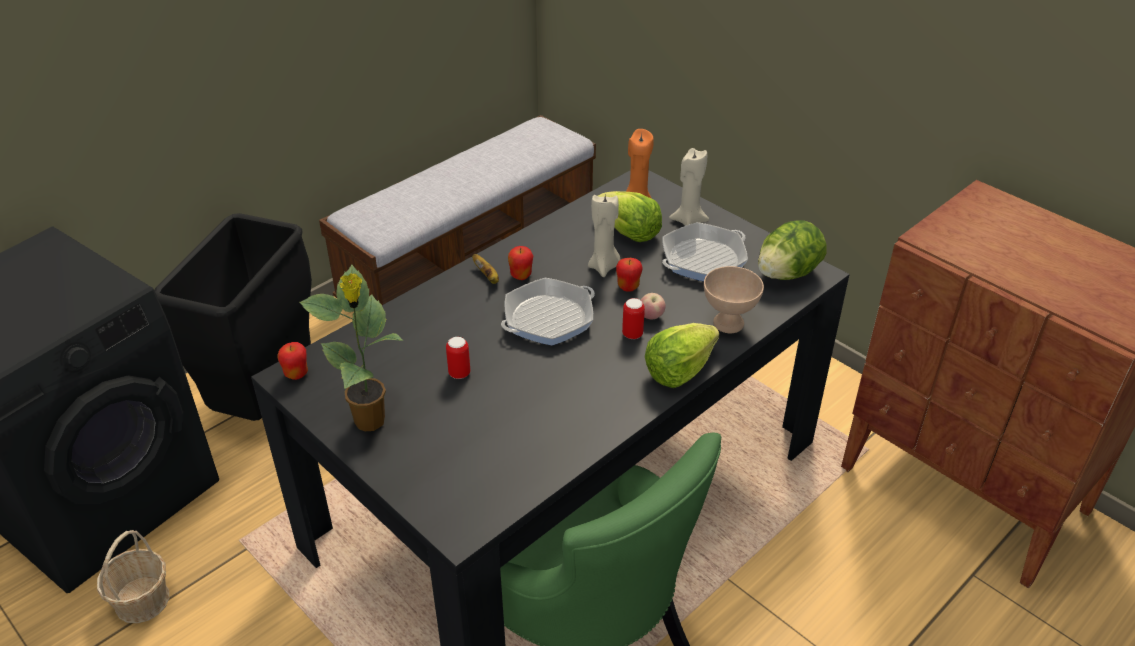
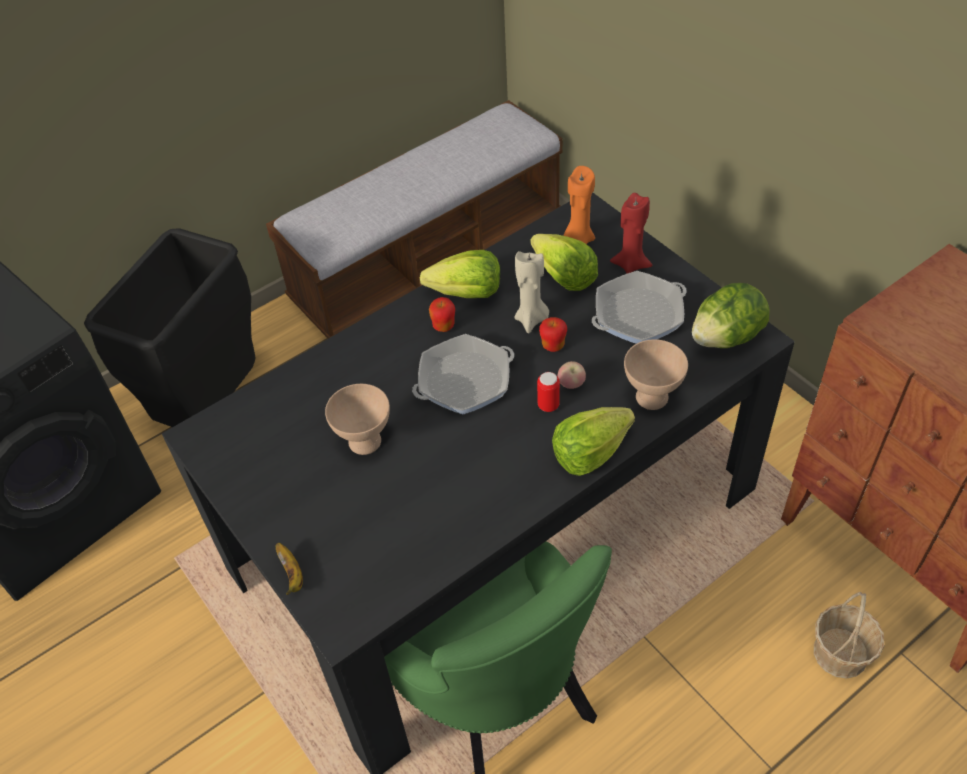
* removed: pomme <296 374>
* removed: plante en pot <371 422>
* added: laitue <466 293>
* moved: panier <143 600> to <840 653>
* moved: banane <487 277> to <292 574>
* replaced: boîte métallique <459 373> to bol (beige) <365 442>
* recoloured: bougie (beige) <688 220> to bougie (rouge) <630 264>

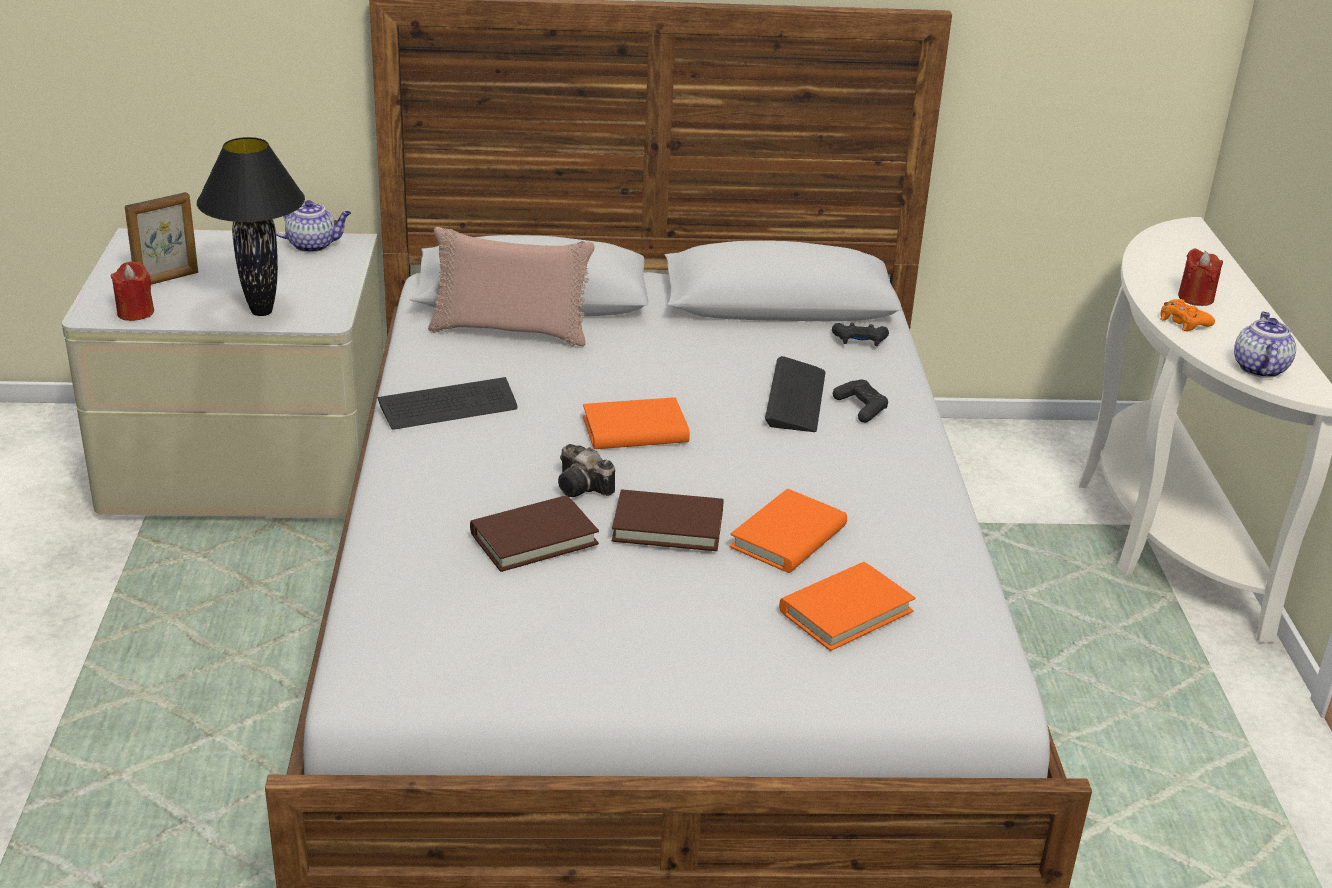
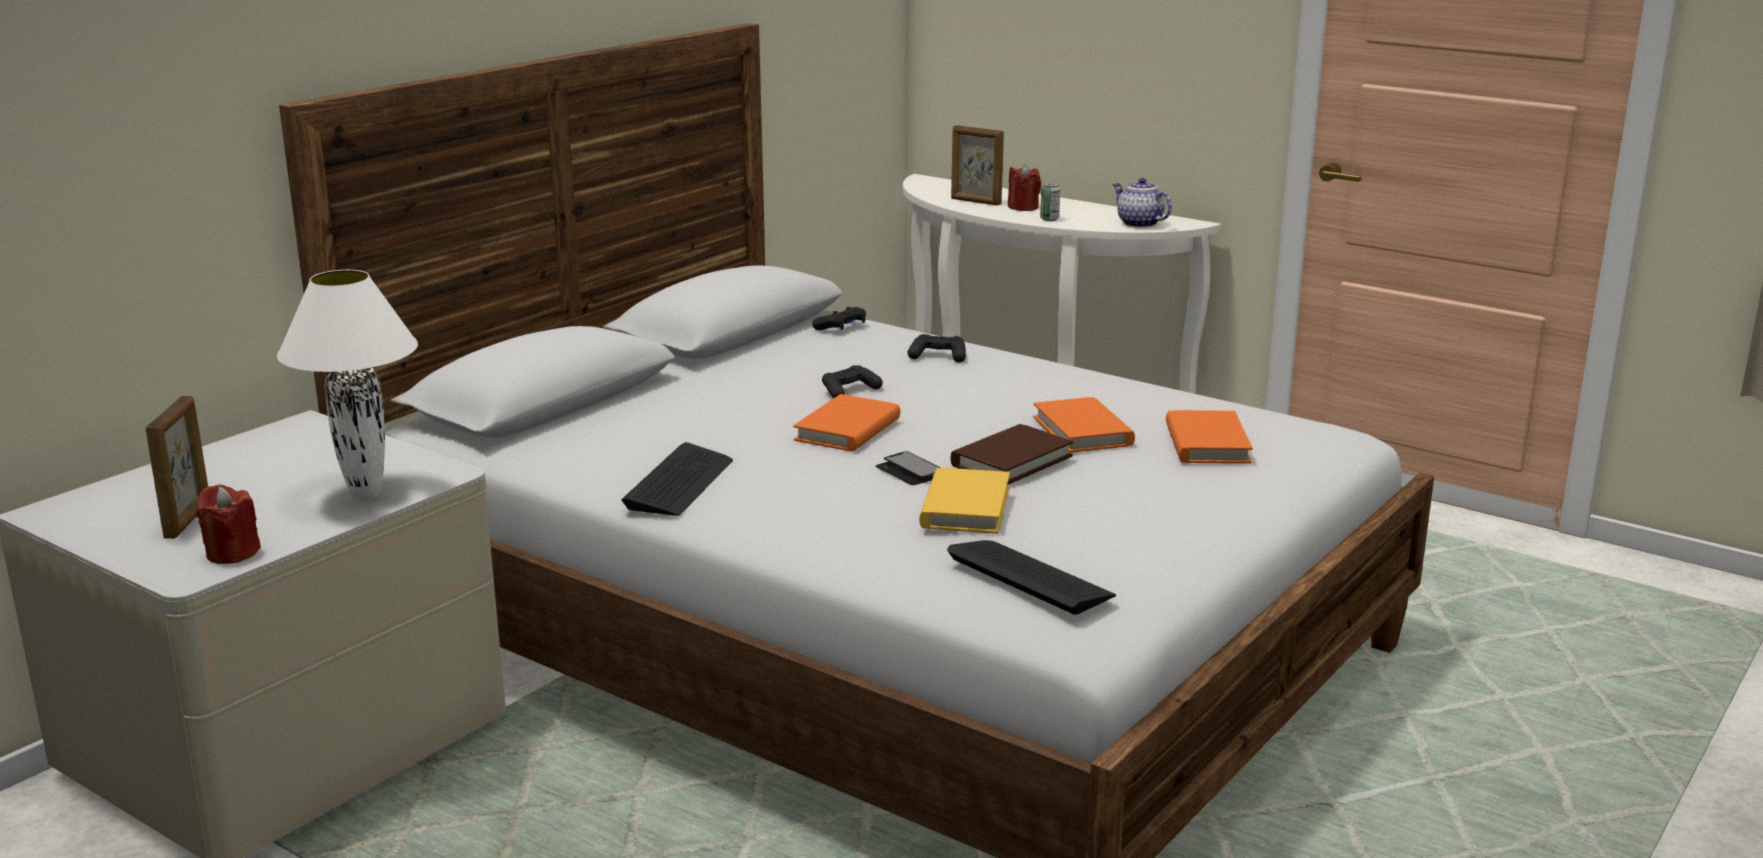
* removed: théière <313 245>
* removed: coussin (beige) <510 332>
* added: manette (noir) <849 391>
* added: cadre photo <975 201>
* moved: clavier <795 398> to <1030 577>
* replaced: appareil photo <584 487> to téléphone <909 471>
* replaced: manette (orange) <1183 322> to boîte métallique <1049 219>
* recoloured: lampe de table (noir) <263 312> to lampe de table (blanc) <366 495>
* recoloured: livre (marron) <534 538> to livre (jaune) <965 507>

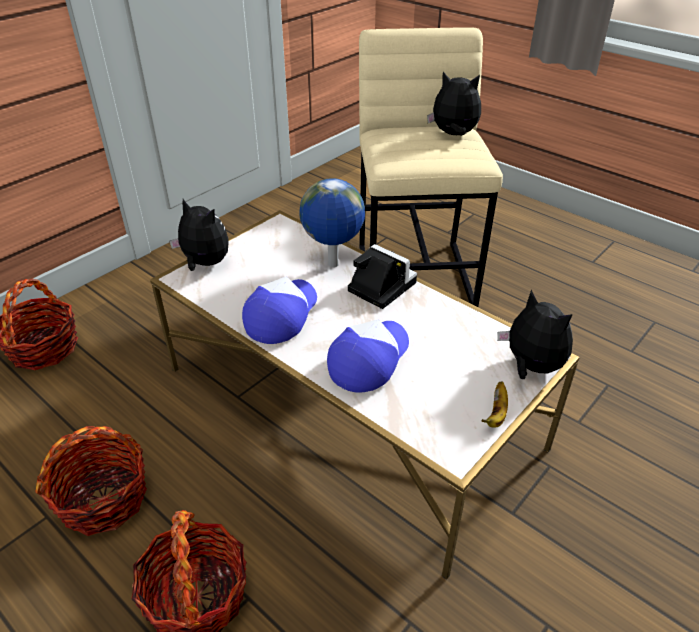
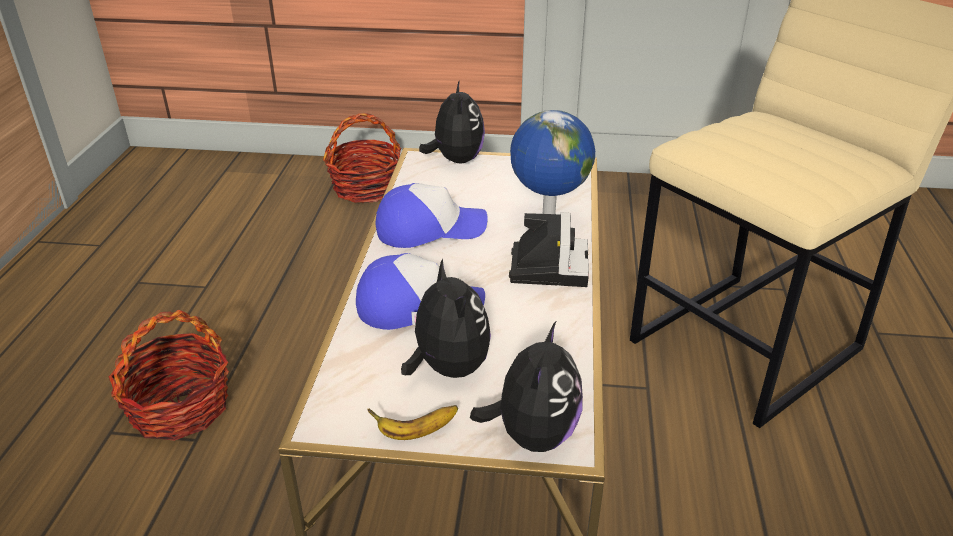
* removed: panier <104 499>
* moved: peluche <454 135> to <447 368>

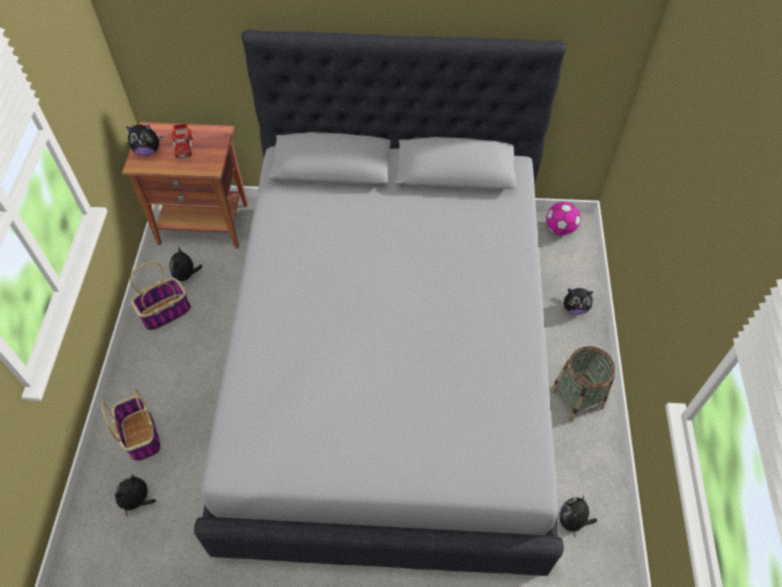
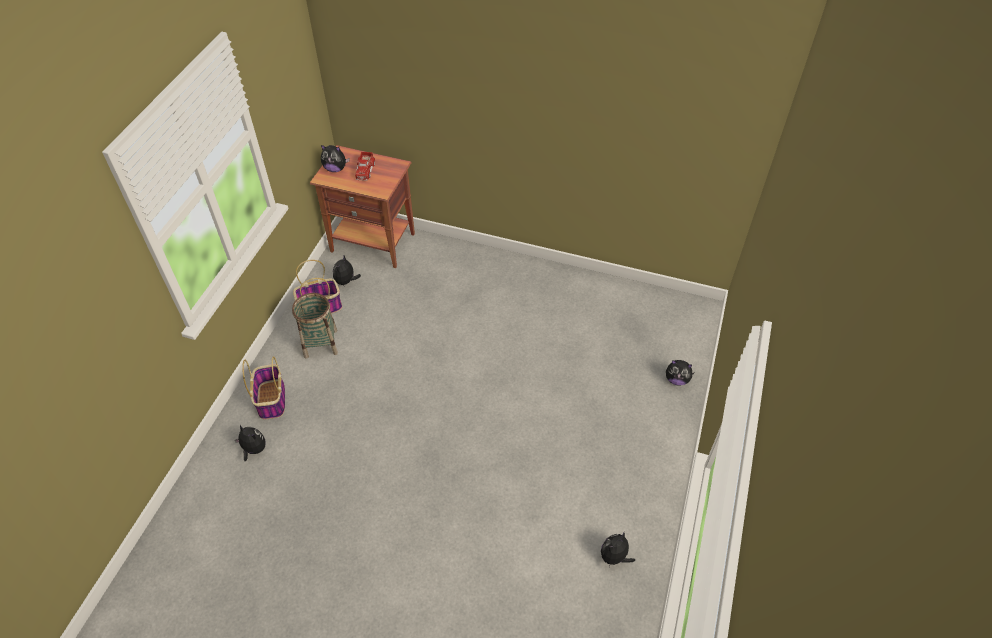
* removed: lit (gris) <391 361>
* removed: ballon de foot <559 229>
* moved: panier <576 399> to <320 343>
* turned: peluche <138 500> = <254 449> 75 degrees clockwise

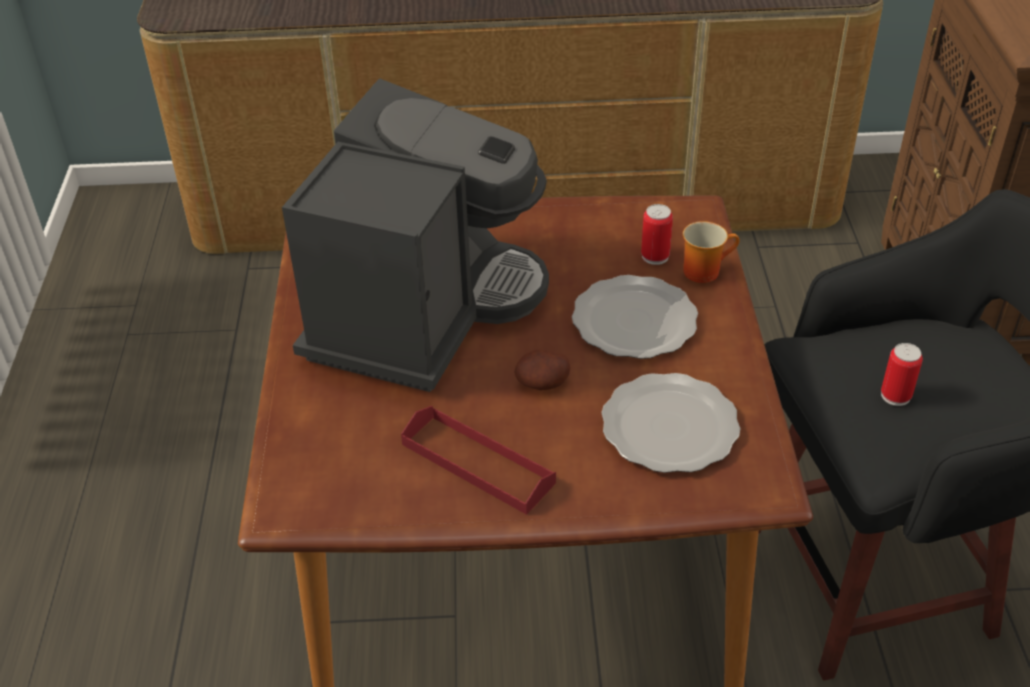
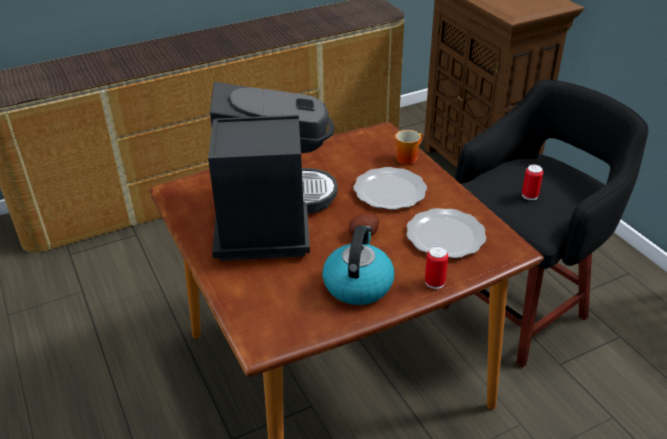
* moved: boîte métallique <655 256> to <434 282>
* replaced: plateau (rouge) <477 463> to bouilloire <358 284>

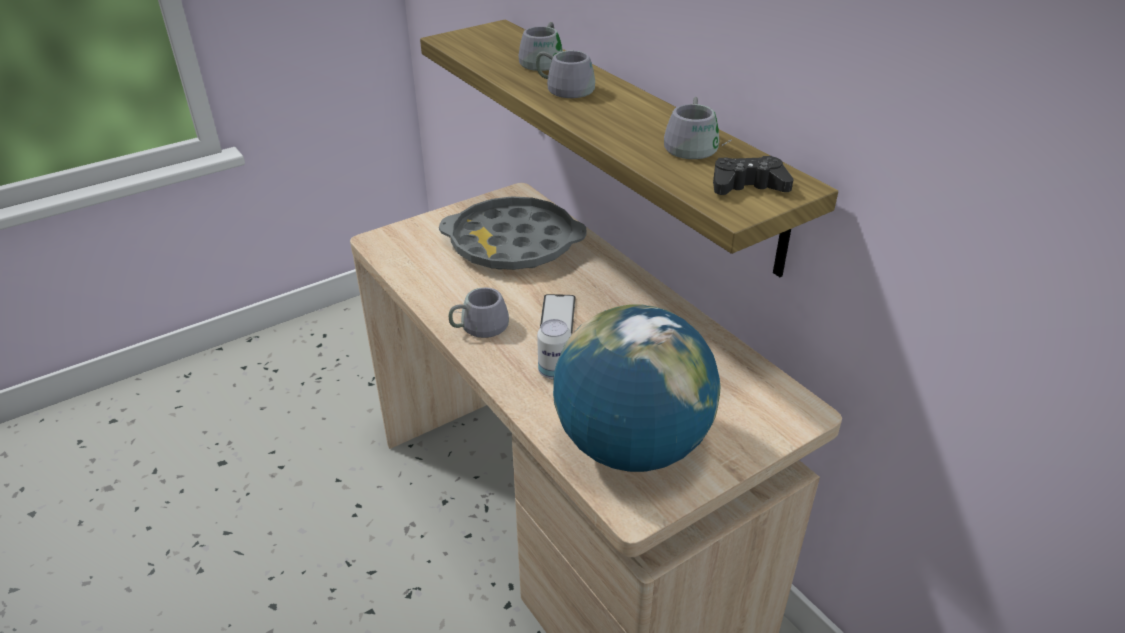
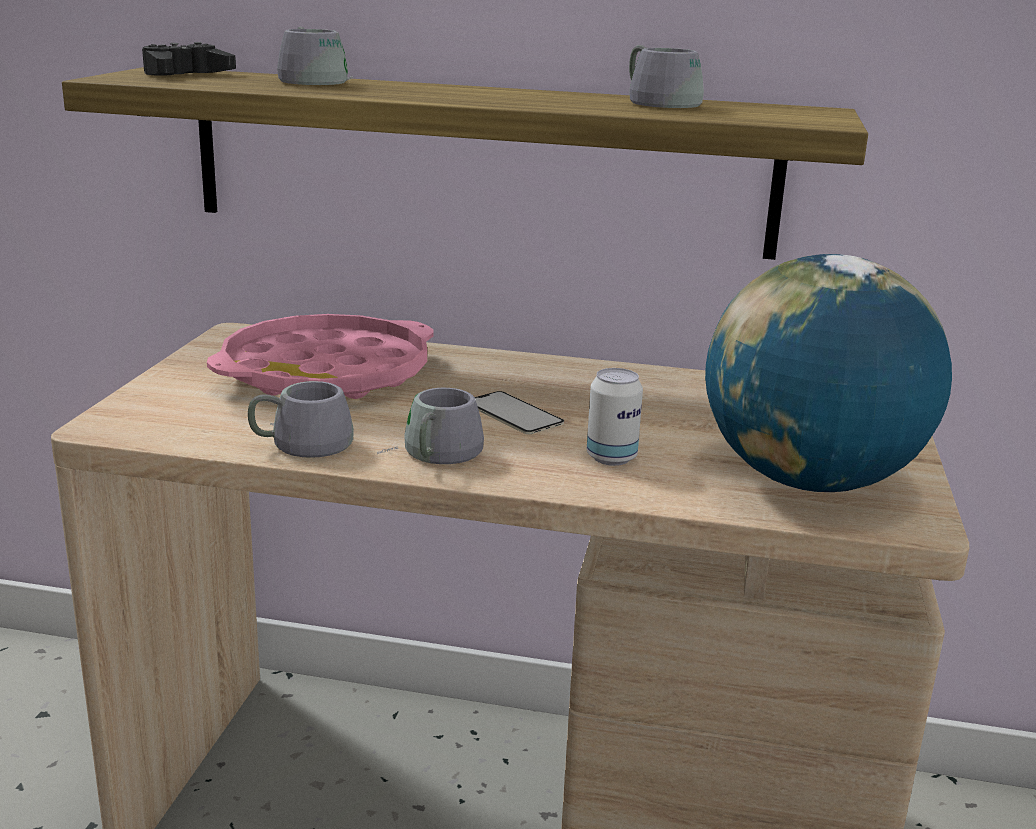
* moved: mug (gris) <566 87> to <300 441>
* moved: manette (noir) <747 186> to <186 74>
* recoloured: plateau (gris) <513 244> to plateau (rose) <326 374>

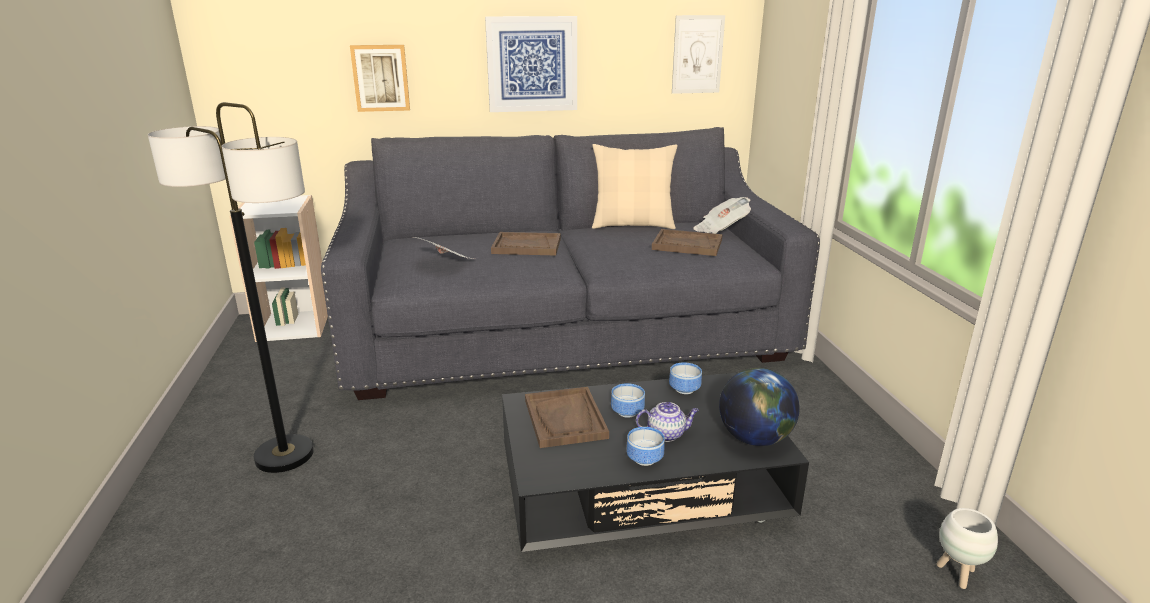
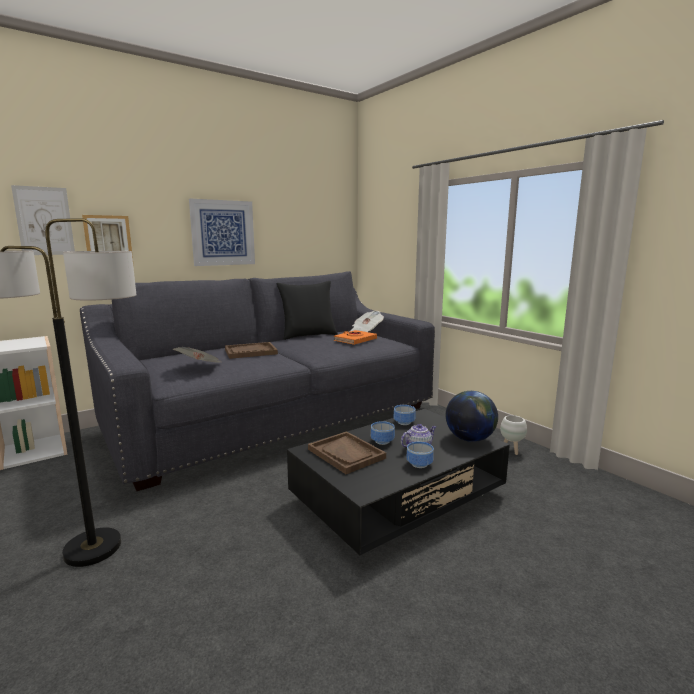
* moved: tableau <697 54> to <44 221>
* moved: cache-pot (blanc) <958 575> to <511 450>
* replaced: plateau (marron) <687 245> to livre (orange) <355 340>
* recoloured: coussin (beige) <633 225> to coussin (noir) <308 335>

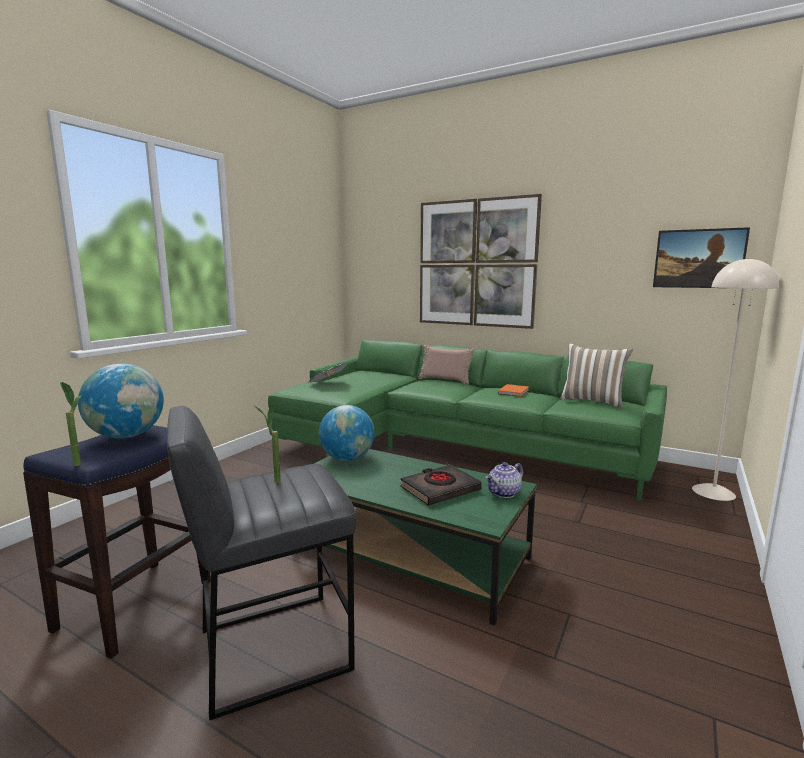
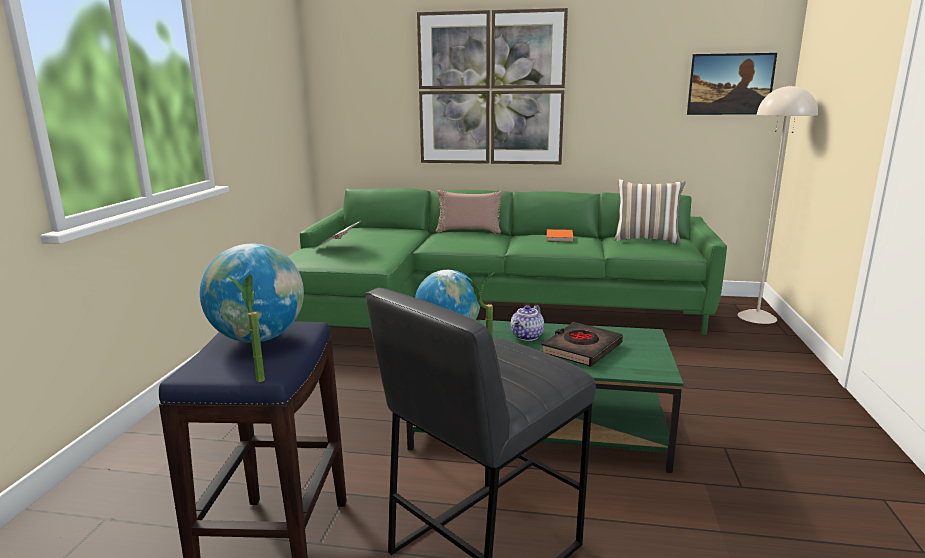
* moved: théière <504 493> to <527 336>

